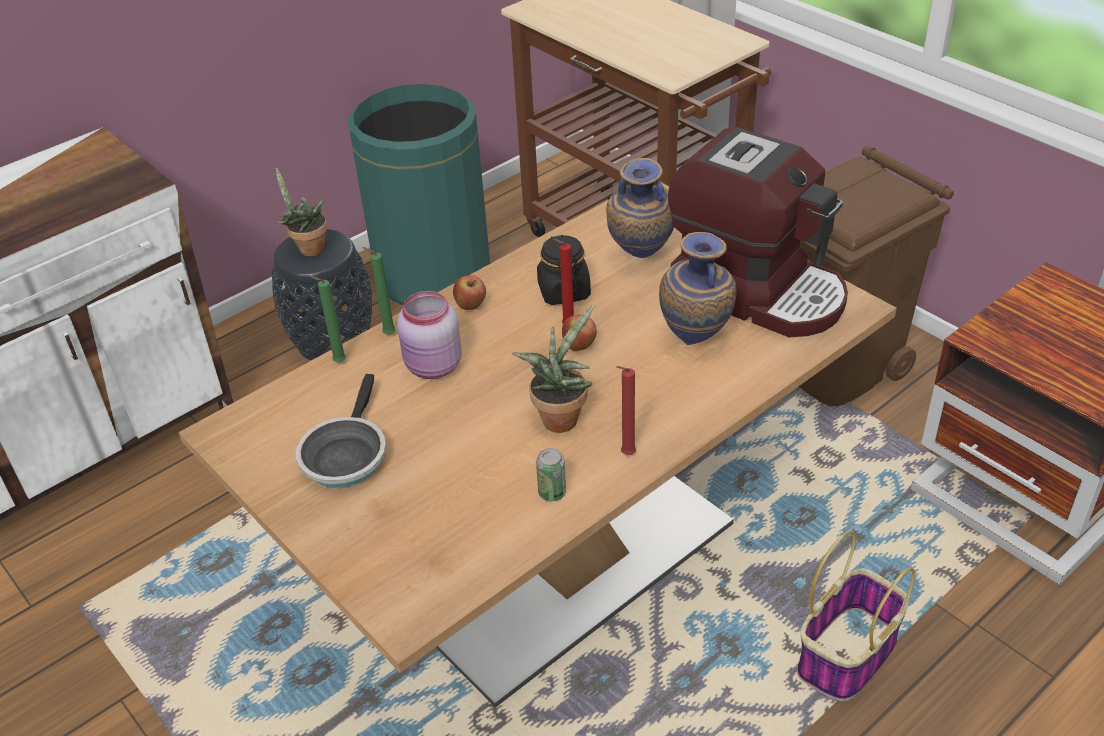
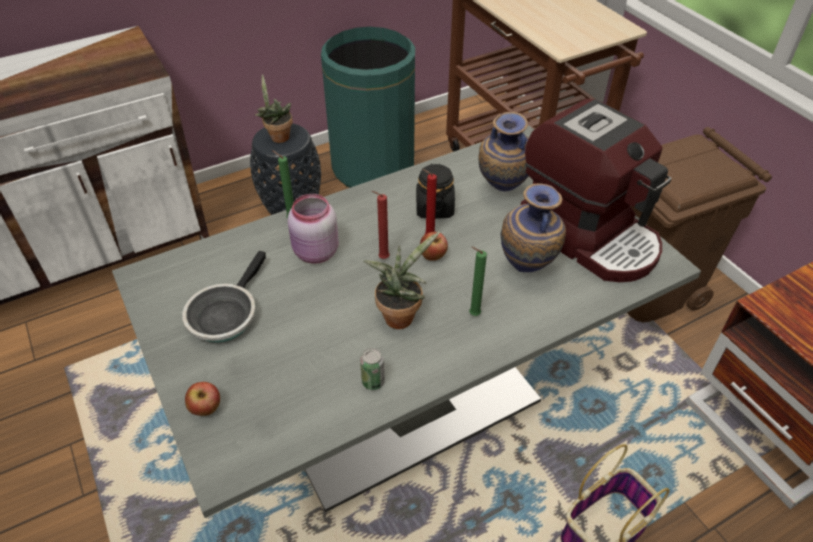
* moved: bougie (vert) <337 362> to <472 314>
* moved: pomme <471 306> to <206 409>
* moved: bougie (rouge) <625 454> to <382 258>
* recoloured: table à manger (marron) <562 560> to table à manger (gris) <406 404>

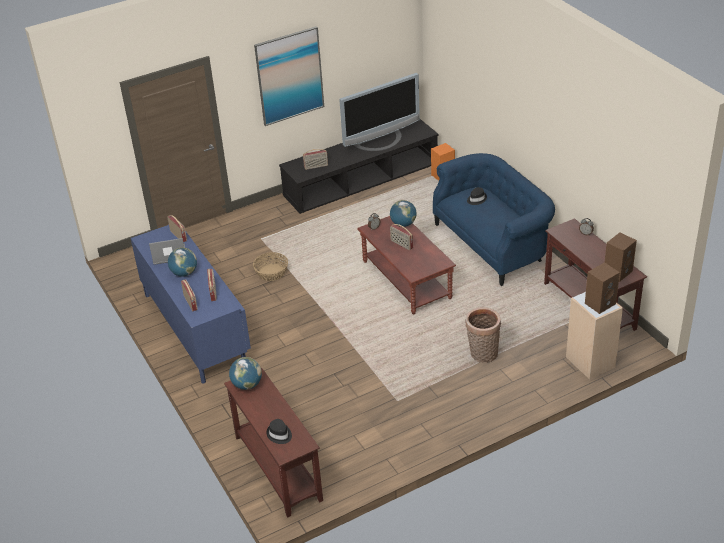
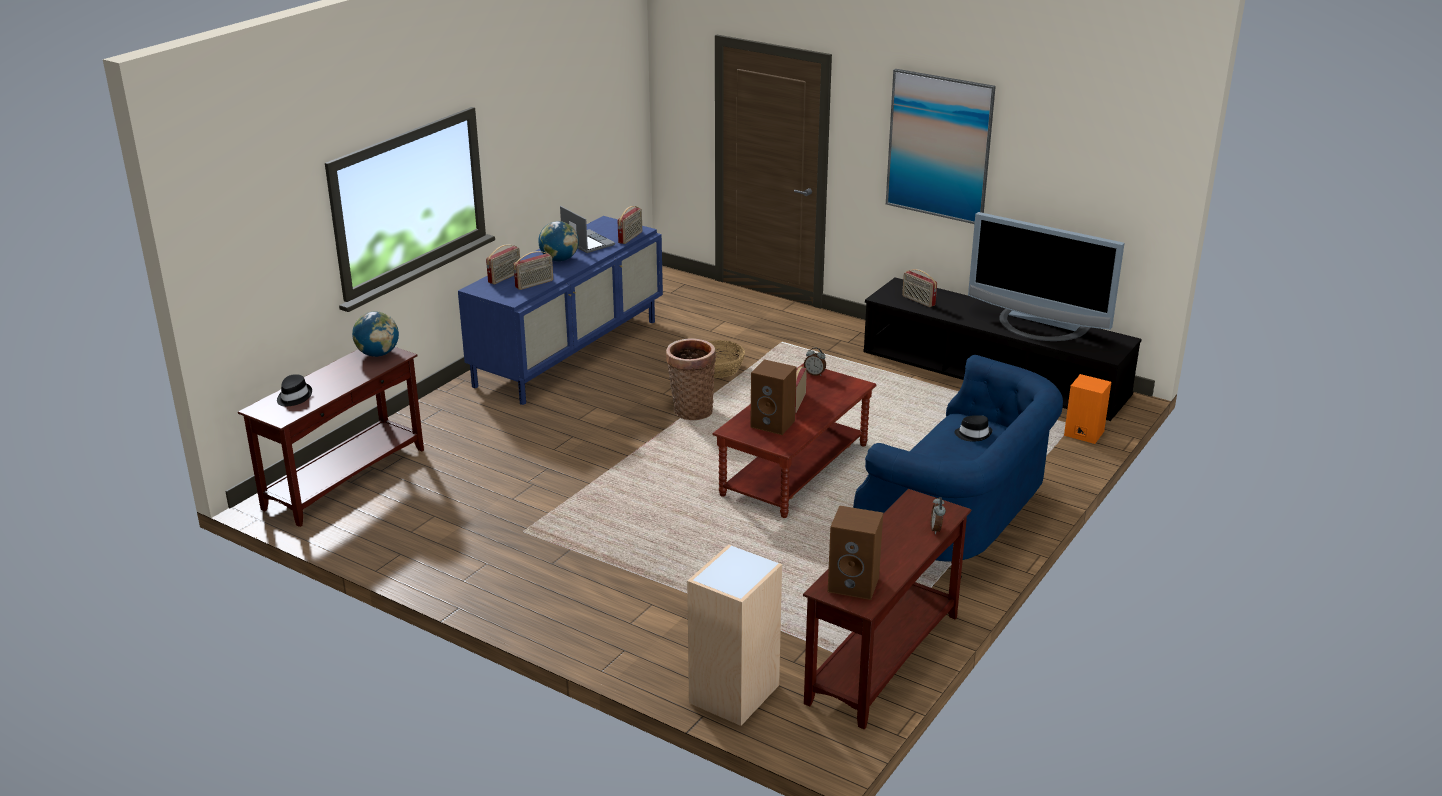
* removed: globe <403 224>
* moved: panier <482 354> to <691 410>
* moved: enceinte (marron) <600 303> to <774 424>

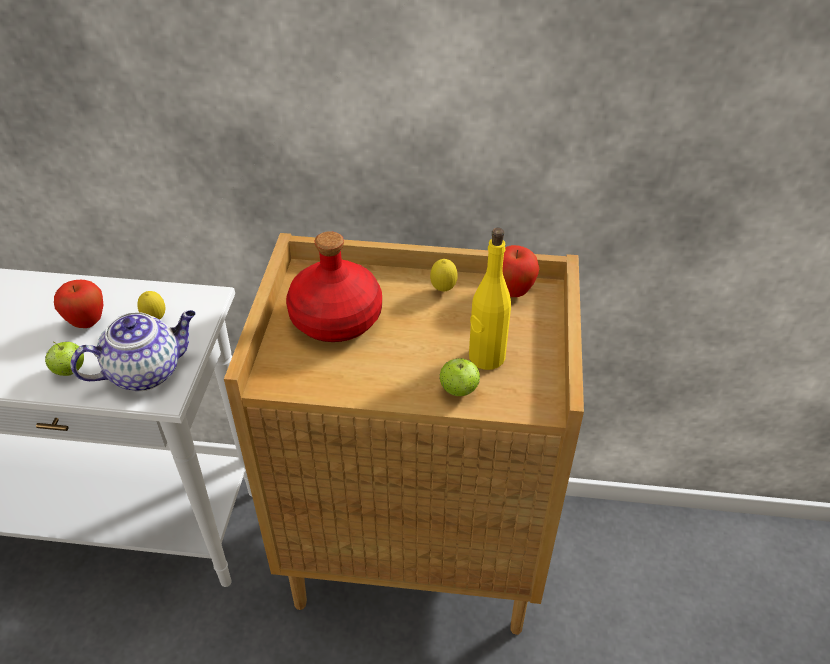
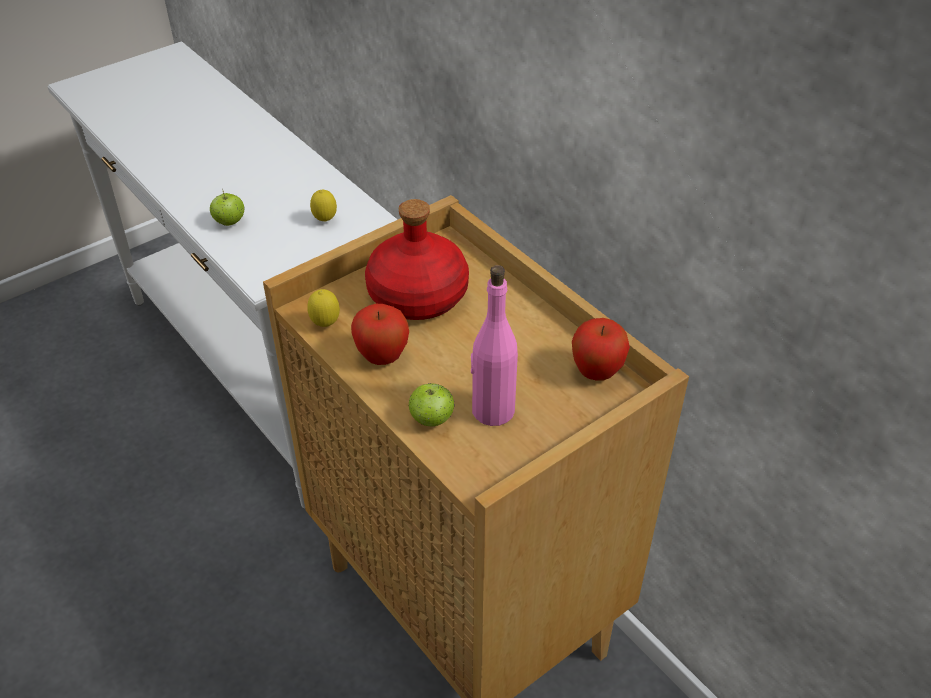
* removed: théière <147 371>
* moved: pomme <87 322> to <382 357>
* moved: citron <443 290> to <325 325>
* recoloured: bouteille (jaune) <486 357> to bouteille (rose) <492 410>

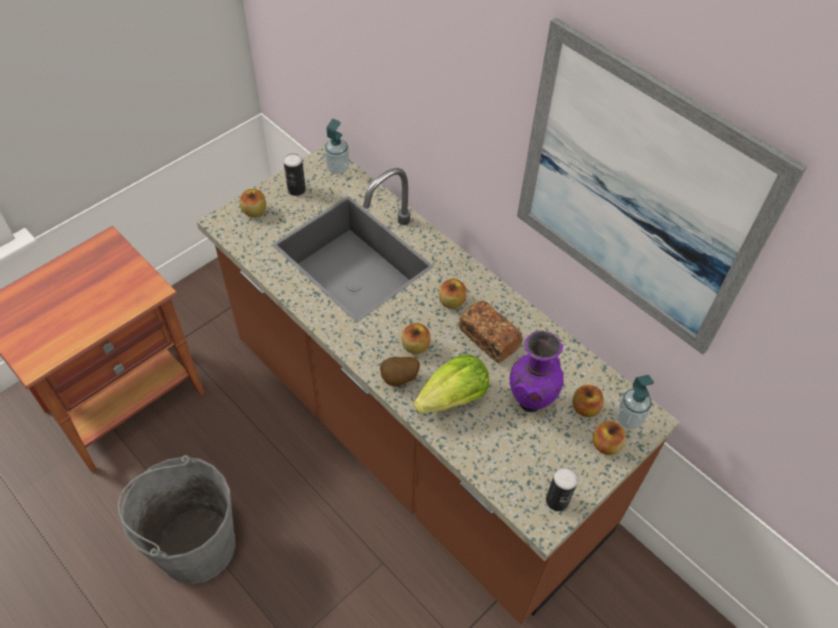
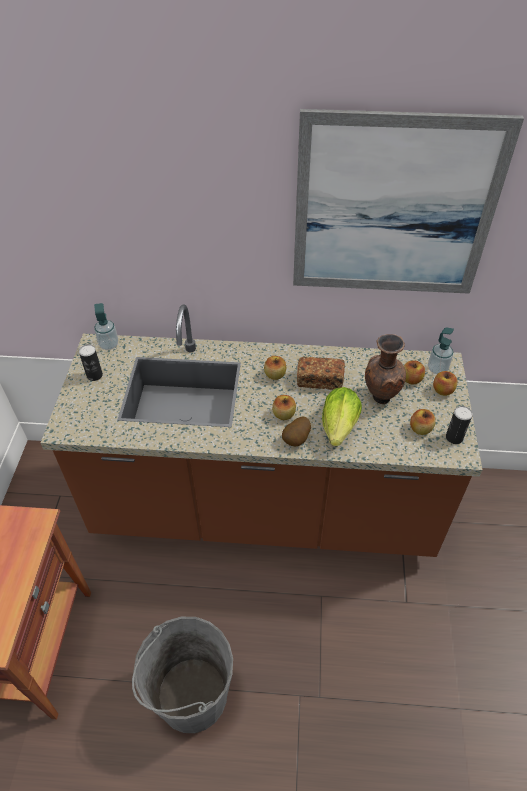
* moved: pomme <254 211> to <420 429>
* recoloured: vase (violet) <529 400> to vase (marron) <380 397>

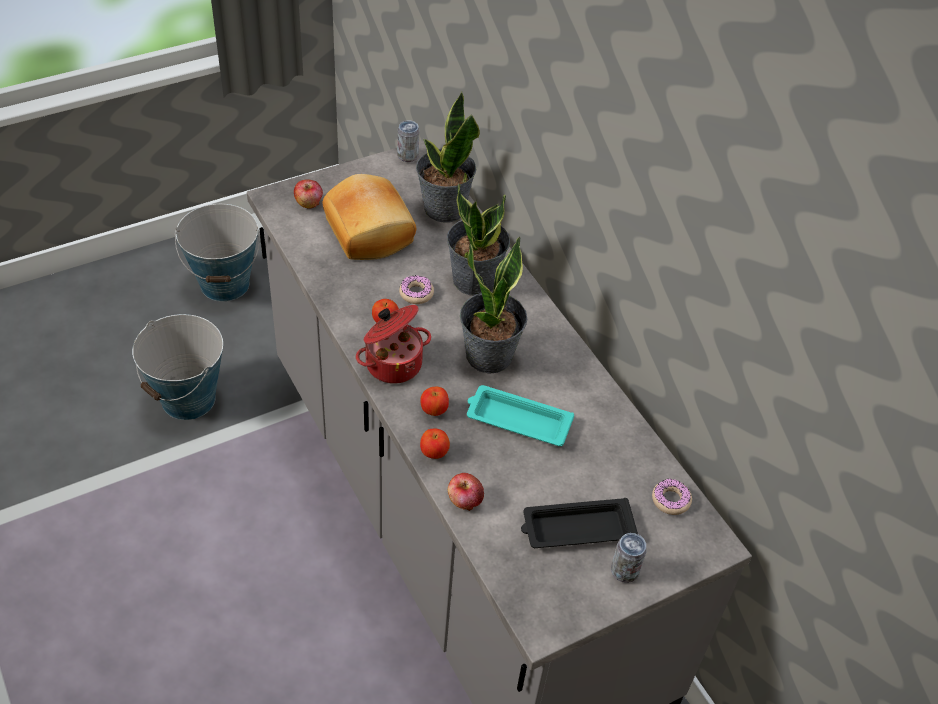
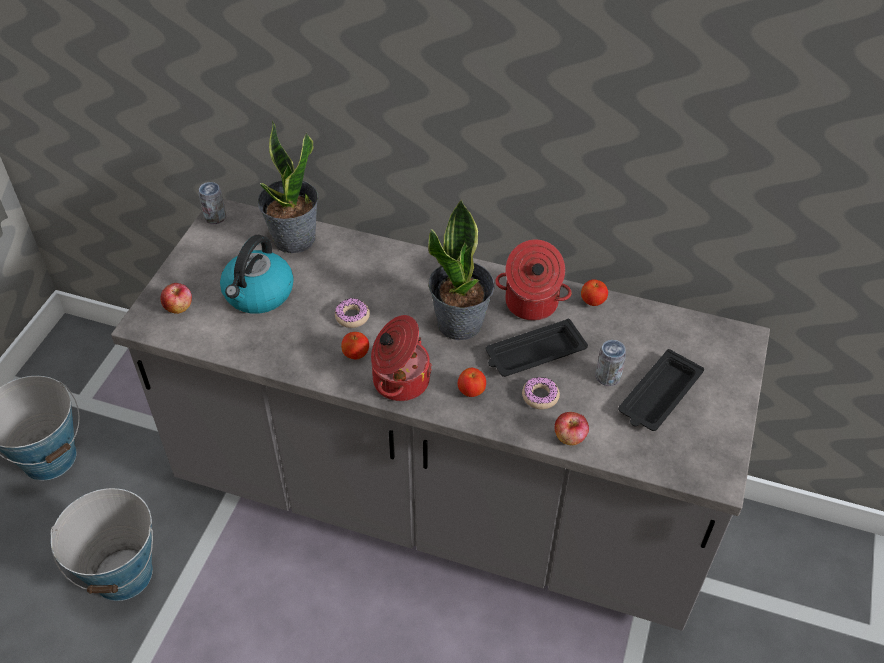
* removed: plante en pot <474 279>
* added: marmite <531 304>
* moved: pomme <434 452> to <592 302>
* moved: boîte métallique <624 571> to <607 377>
* moved: beignet <670 500> to <540 396>
* replaced: pain <371 231> to bouilloire <258 294>
* recoloured: plateau (turquoise) <517 420> to plateau (noir) <533 353>

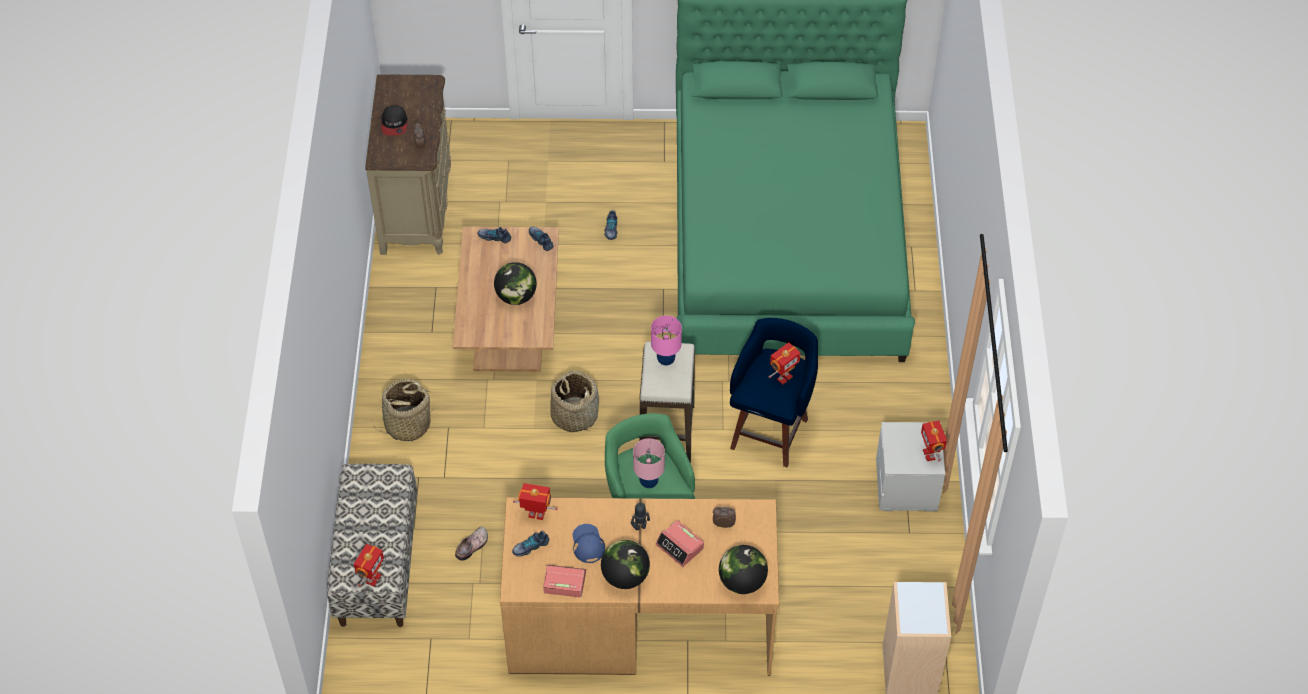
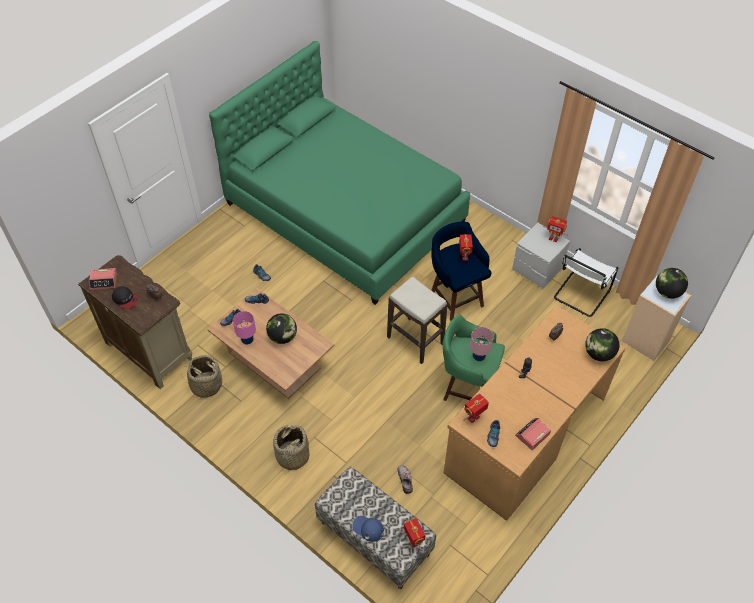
* added: chaise (blanc) <580 295>
* moved: panier <574 415> to <206 385>
* moved: casquette (bleu) <588 544> to <368 528>
* moved: globe <625 577> to <667 292>
* moved: lampe de table (rose) <667 360> to <248 340>
* moved: réveil <680 546> to <104 281>

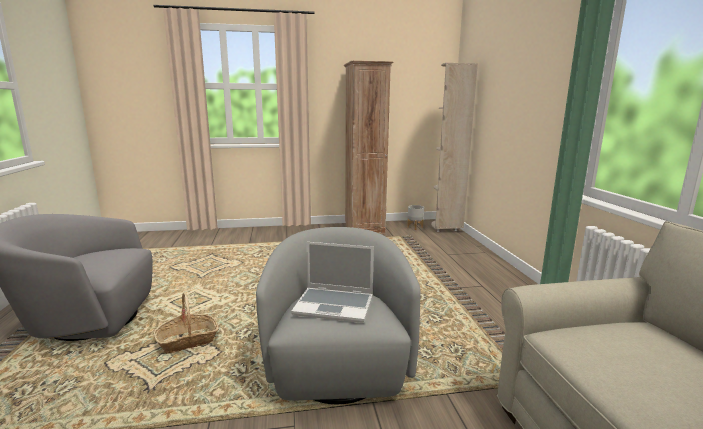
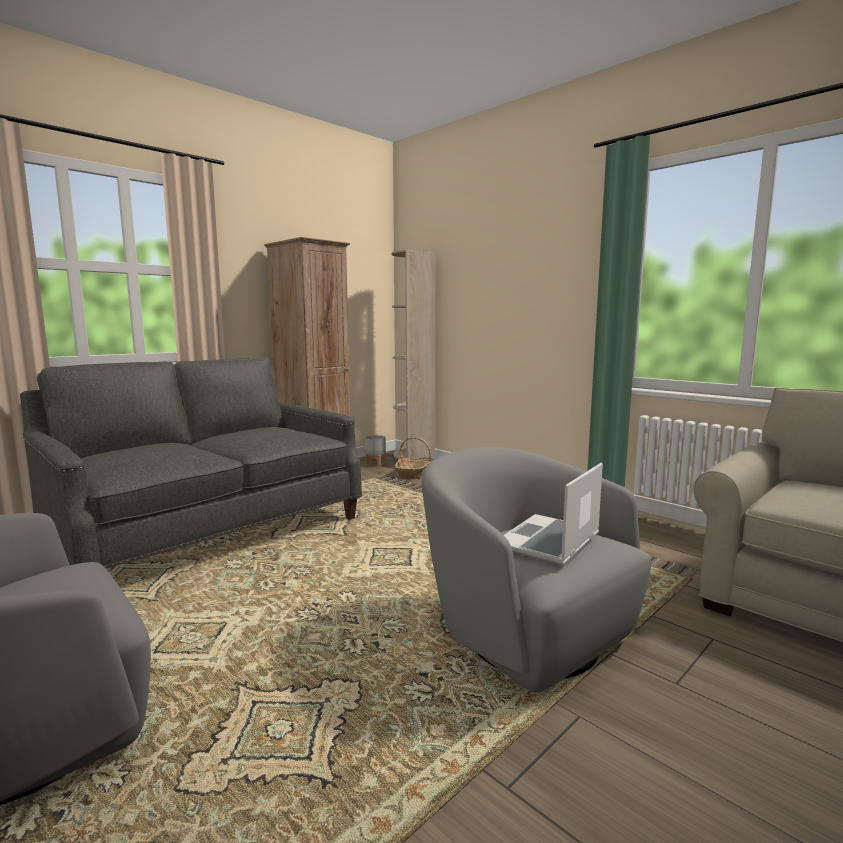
* added: canapé (gris) <206 529>
* moved: panier <188 340> to <415 473>
* turned: ordinateur portable <335 305> = <549 542> 150 degrees clockwise

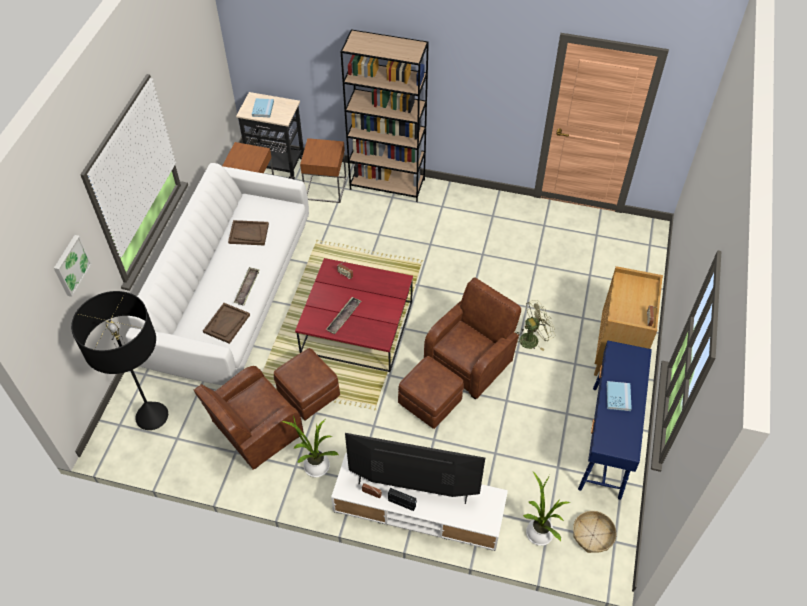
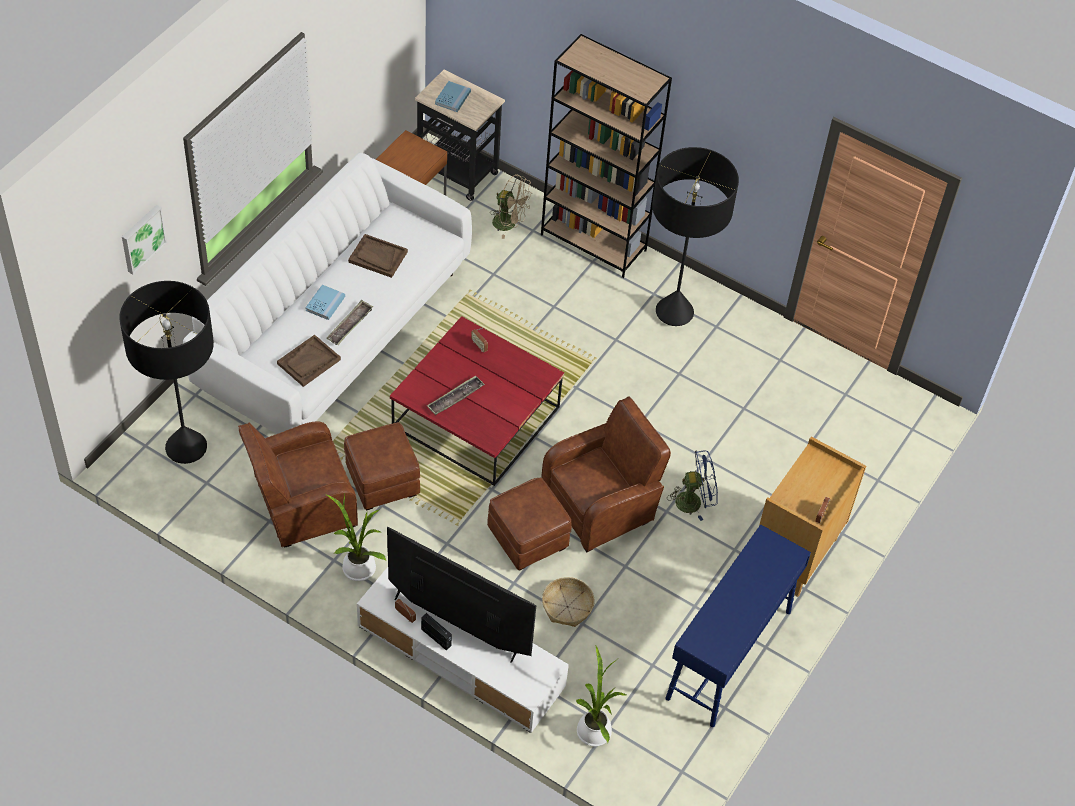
* added: lampadaire (noir) <674 314>
* moved: panier <592 535> to <567 607>
* moved: livre (bleu) <618 397> to <325 303>
* replaced: table d'appoint (marron) <325 188> to ventilateur (beige) <509 224>
* recoloured: ventilateur (vert) <532 338> to ventilateur (bleu) <694 501>

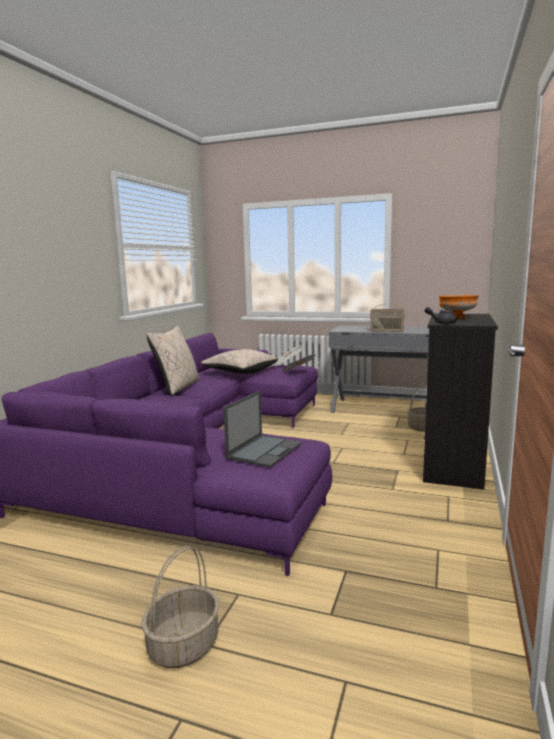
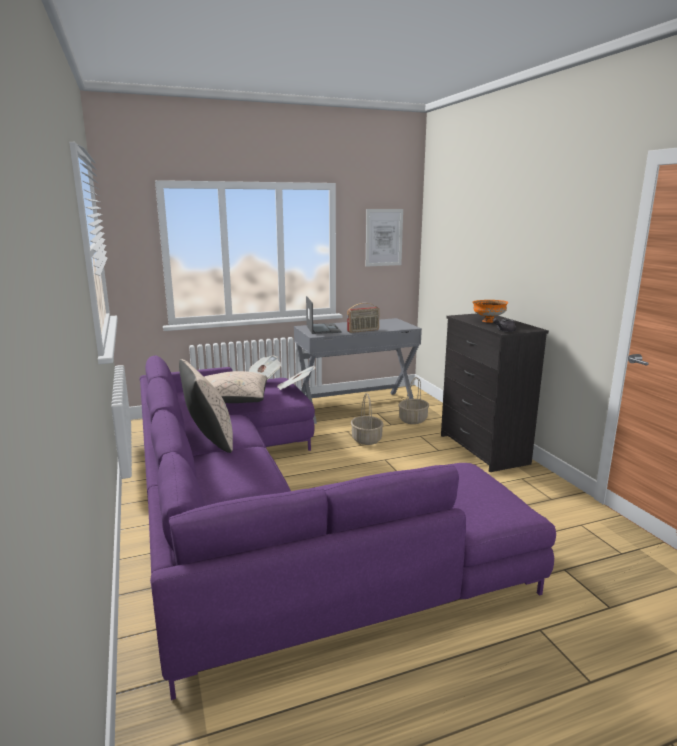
* added: tableau <384 237>
* moved: panier <184 644> to <366 439>
* moved: ordinateur portable <265 450> to <323 329>

